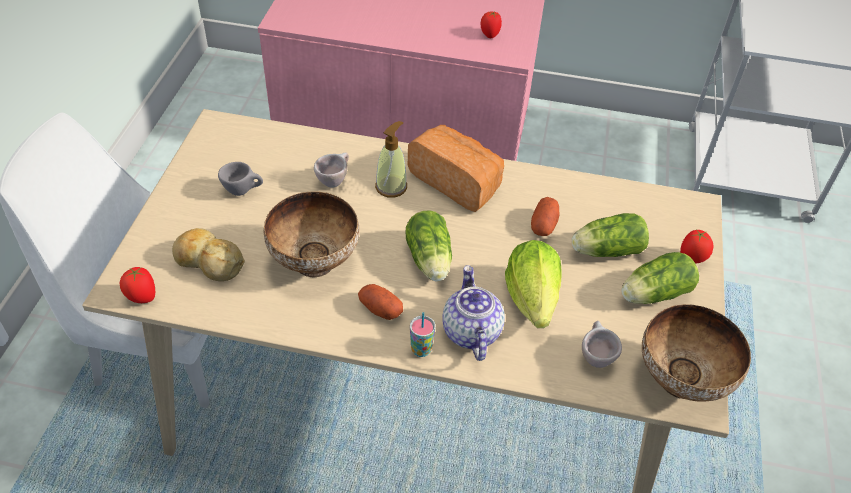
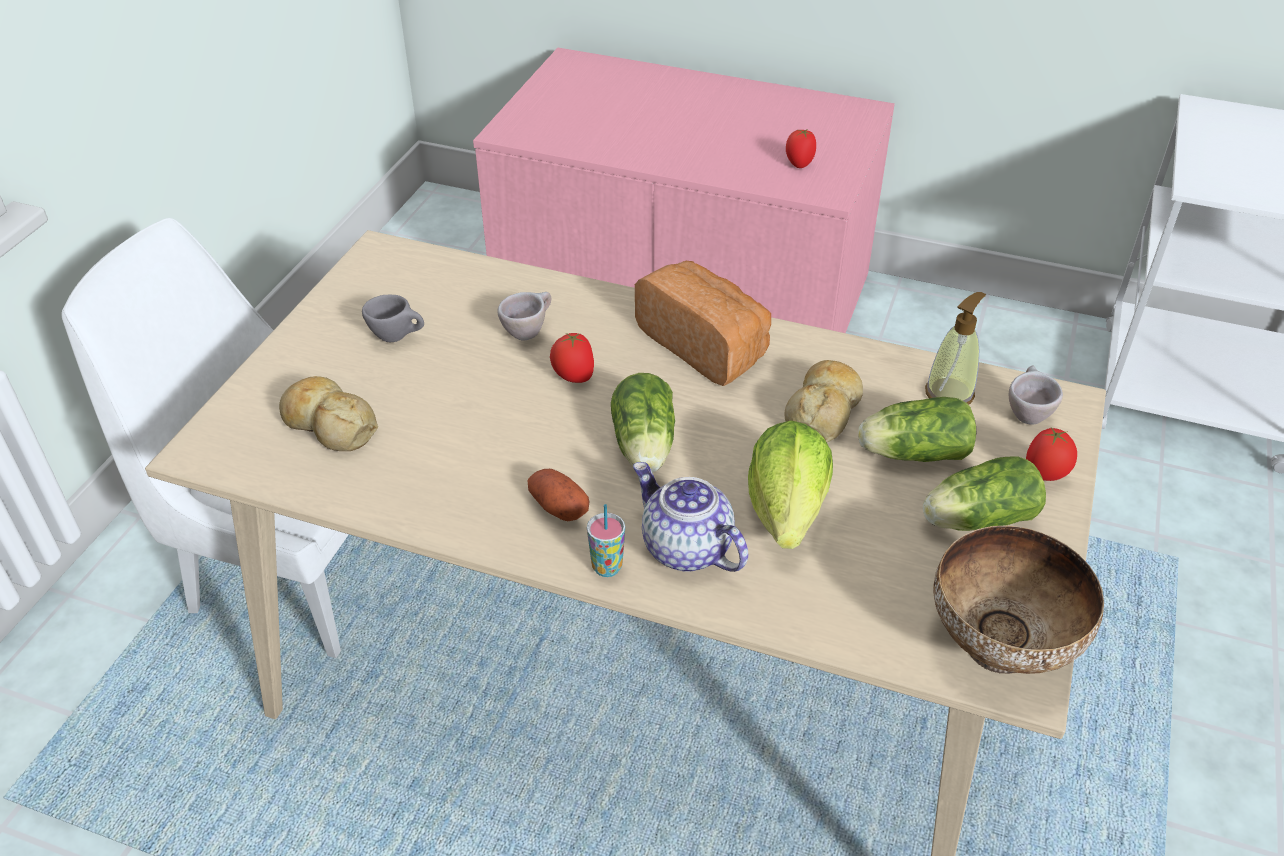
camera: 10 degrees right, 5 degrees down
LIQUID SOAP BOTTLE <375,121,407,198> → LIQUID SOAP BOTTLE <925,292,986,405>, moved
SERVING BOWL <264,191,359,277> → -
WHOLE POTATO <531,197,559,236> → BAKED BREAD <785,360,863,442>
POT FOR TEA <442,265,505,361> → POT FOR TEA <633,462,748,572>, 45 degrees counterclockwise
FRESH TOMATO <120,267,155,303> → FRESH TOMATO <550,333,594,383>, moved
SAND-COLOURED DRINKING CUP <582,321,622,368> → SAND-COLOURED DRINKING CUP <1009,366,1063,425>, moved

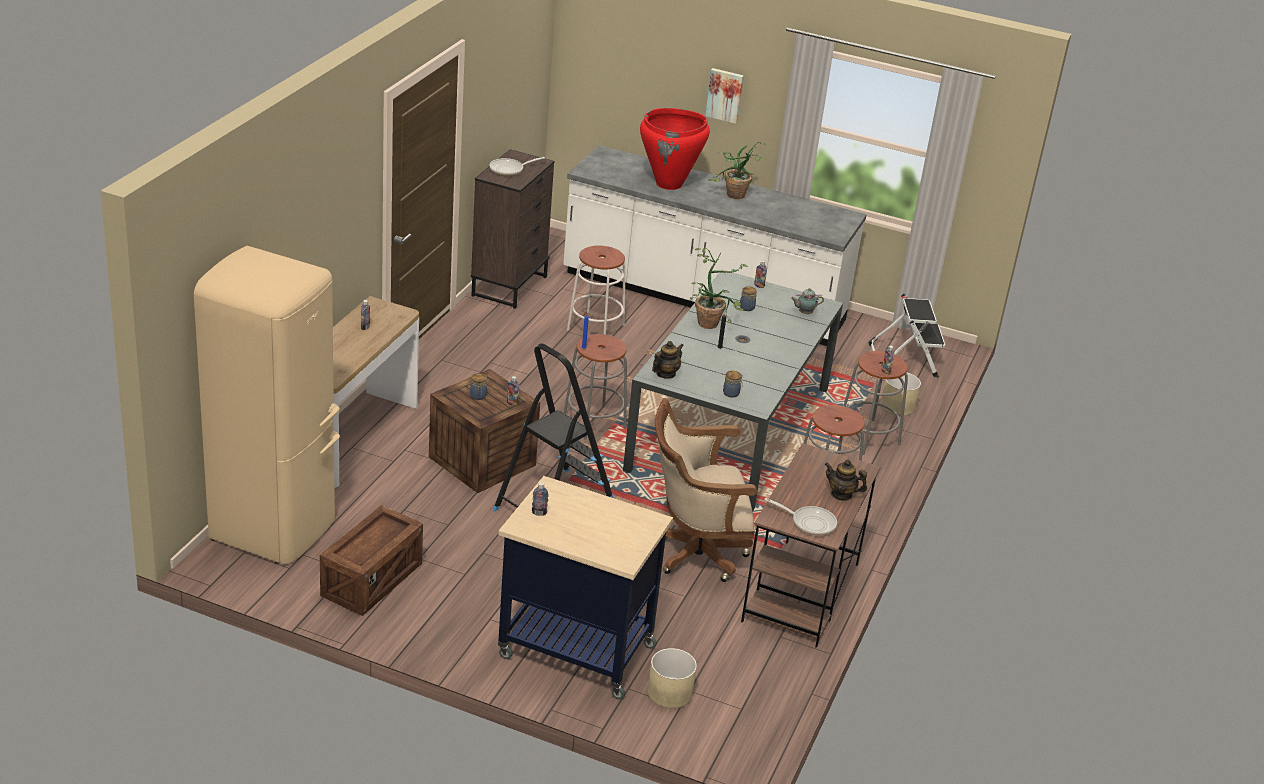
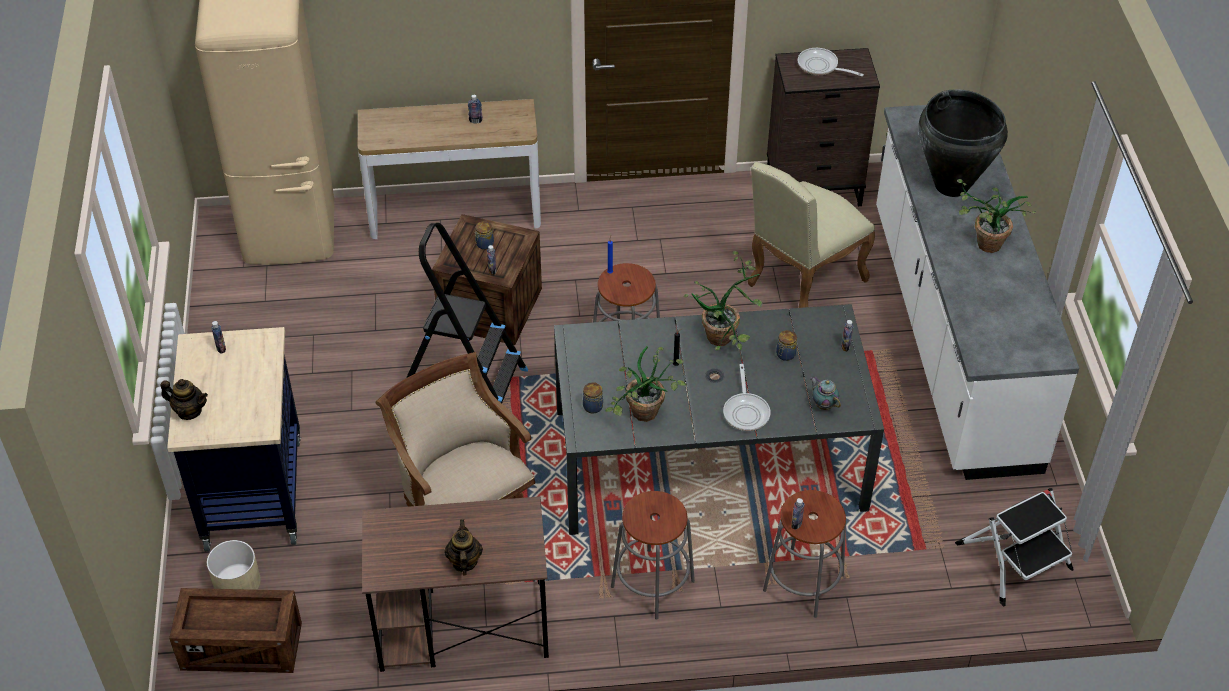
camera: 65 degrees right, 15 degrees up
WALL PICTURE <705,68,744,124> → -
REDDISH FLOWER VASE <640,108,710,190> → BLACKISH FLOWER VASE <919,89,1008,197>
WHITE SITTING STOOL <567,246,625,335> → SAND-COLOURED CHAIR <748,162,875,308>
POT FOR TEA <652,341,684,379> → POT FOR TEA <161,379,208,420>, moved
SAND-COLOURED FLOWER POT <881,372,921,416> → -
PAN <764,498,837,536> → PAN <723,364,770,431>, moved
CRATE <320,505,423,616> → CRATE <169,588,302,673>, moved
- → PLANT IN A POT <605,346,686,422>

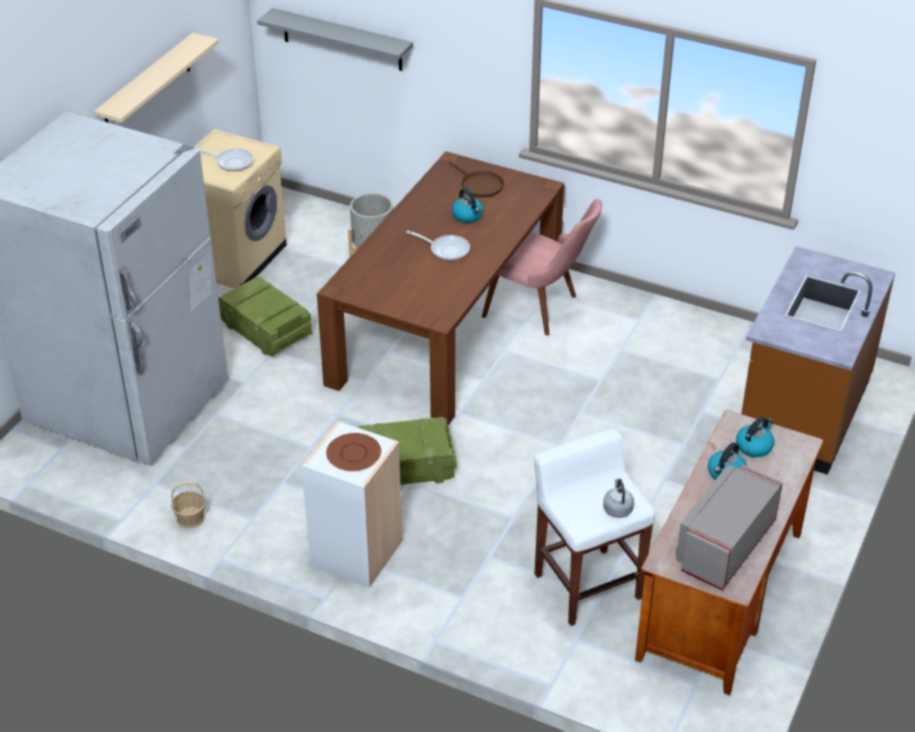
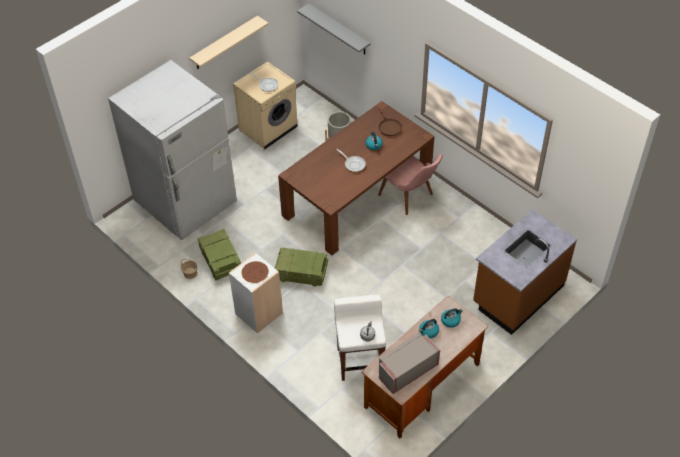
camera: 20 degrees right, 10 degrees up
CRATE <218,276,312,357> → CRATE <198,229,241,281>, moved

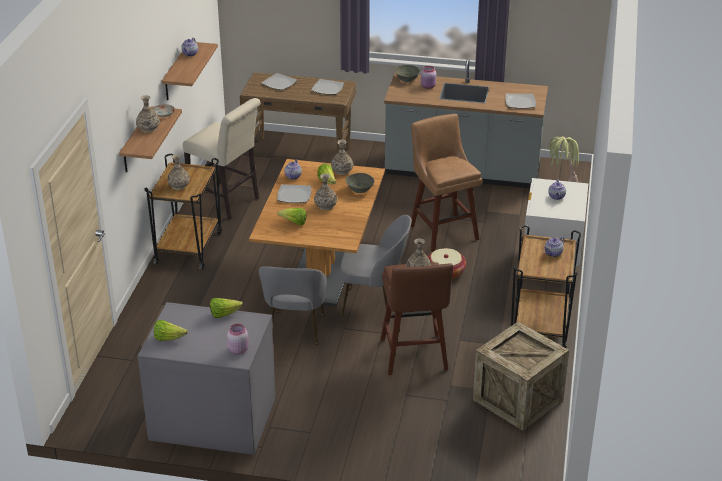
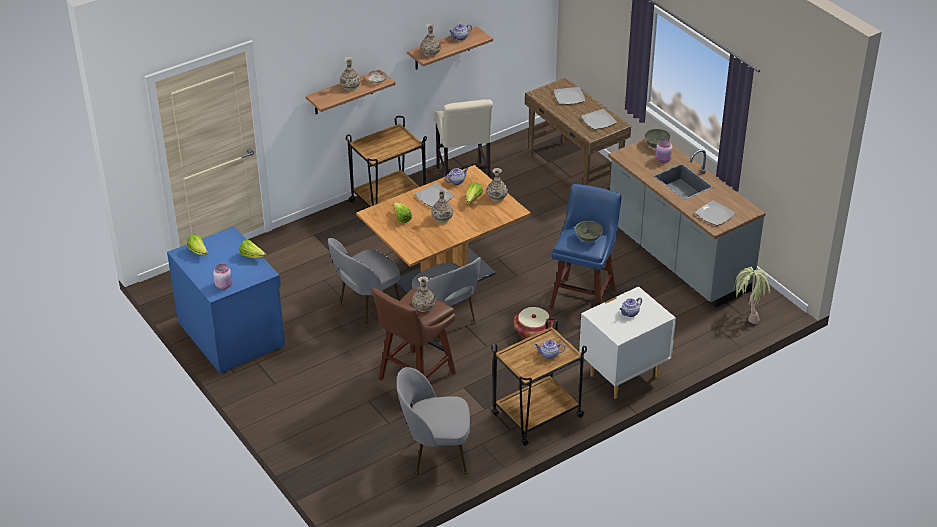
camera: 45 degrees right, 5 degrees up
BROWN SITTING STOOL <411,114,483,252> → BLUE SITTING STOOL <549,184,622,310>
FLOWER VASE <167,154,190,190> → FLOWER VASE <420,24,441,57>, moved
GRAY SERVING BOWL <346,173,374,193> → GRAY SERVING BOWL <575,221,603,242>, moved
GRAY WASHING MACHINE <138,302,276,455> → BLUE WASHING MACHINE <167,227,285,374>
CRATE <473,322,569,431> → GRAY CHAIR <397,367,470,475>

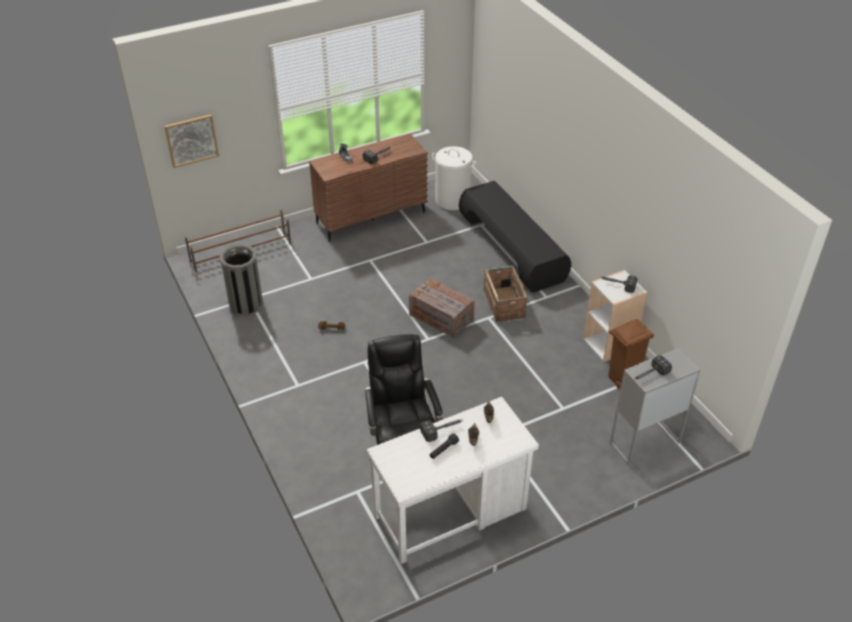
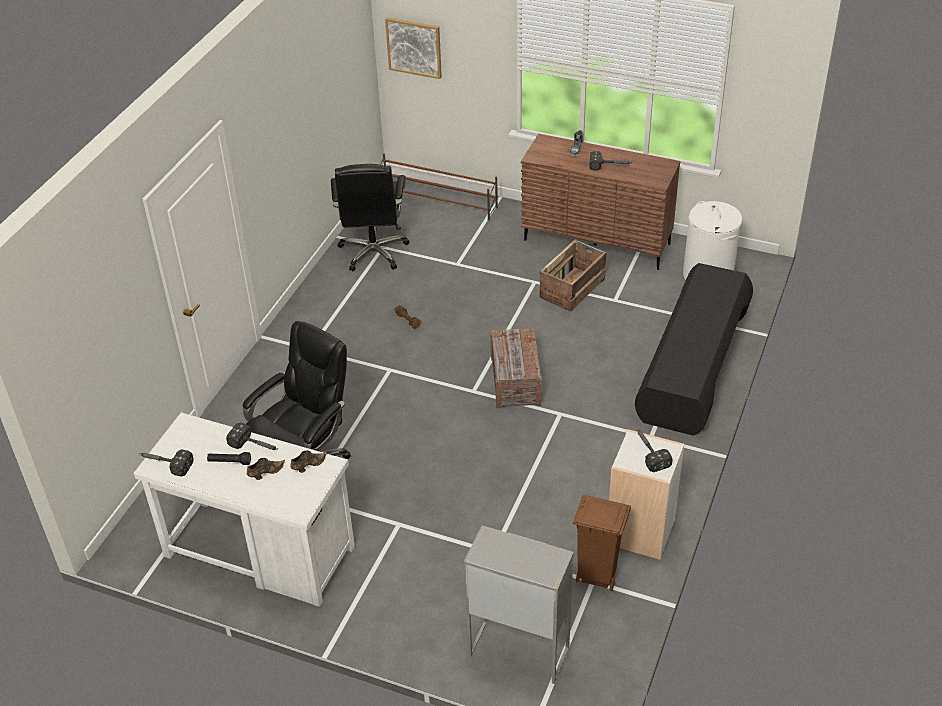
camera: 50 degrees right, 0 degrees up
GRAY WASTE BIN <220,244,263,316> → BLACKISH DESK CHAIR <331,164,409,271>
CRATE <484,266,527,322> → CRATE <539,240,606,311>, moved
TOOL HAMMER <634,355,672,380> → TOOL HAMMER <139,449,194,477>, moved

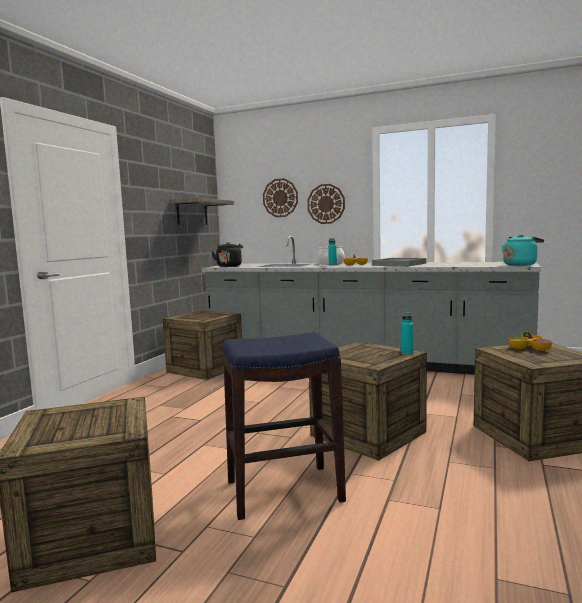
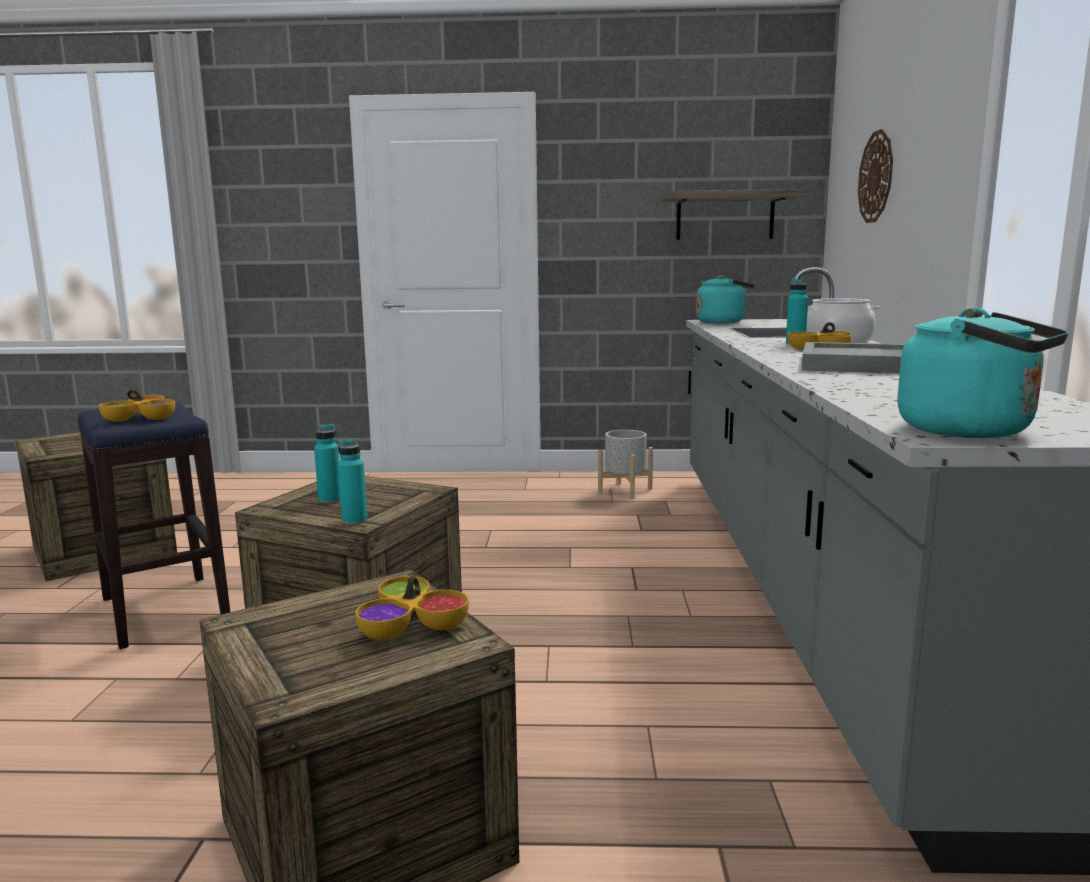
camera: 70 degrees right, 5 degrees up
CLOCK ON THE WALL <307,184,345,224> → -
BLACKISH TEA KETTLE <211,242,243,267> → BLUE-GREEN TEA KETTLE <696,275,755,324>
CRATE <163,310,242,380> → GRAY FLOWER POT <598,430,653,499>
- → SERVING BOWL <99,389,176,422>
- → BLUE-GREEN BEVERAGE BOTTLE <314,424,340,503>

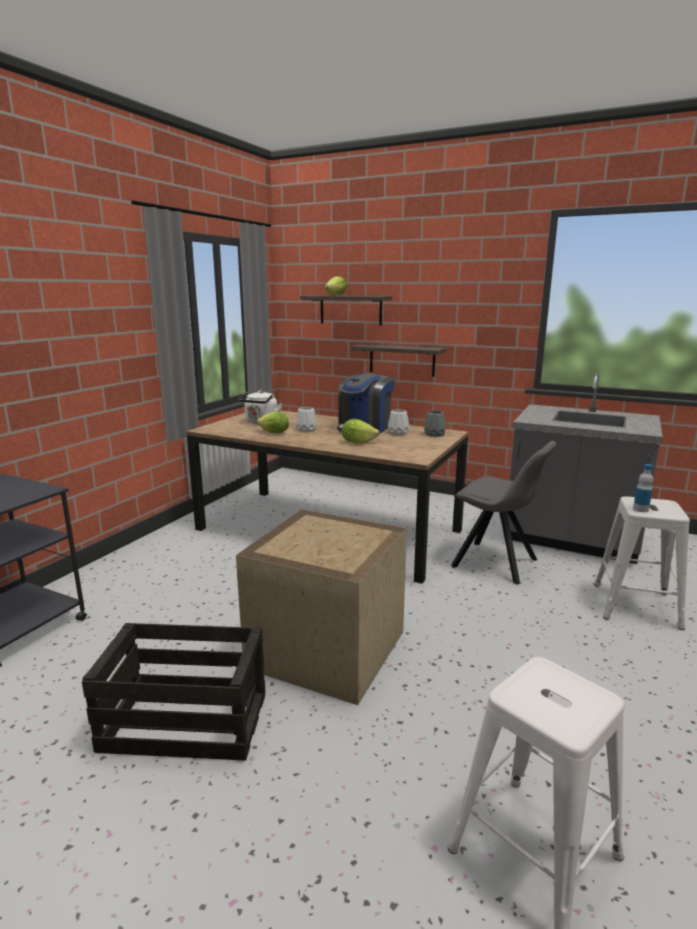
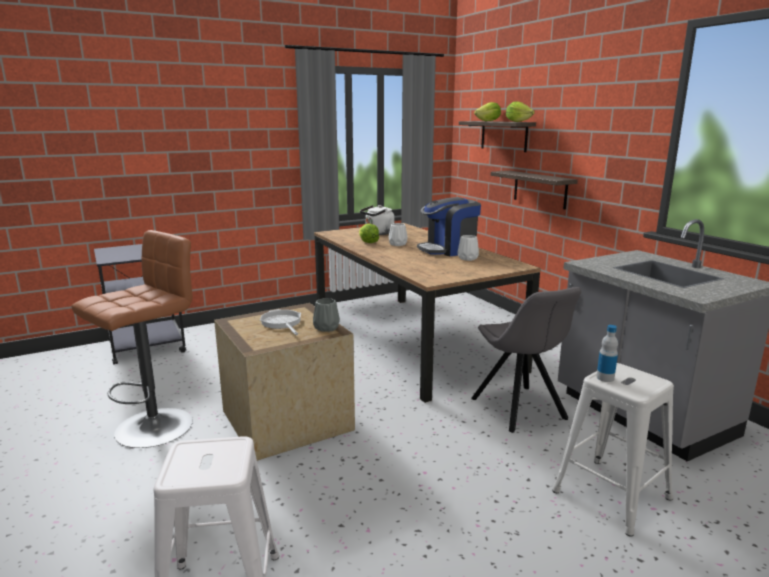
camera: 35 degrees right, 0 degrees up
GRAY FLOWER VASE <424,411,446,437> → GRAY FLOWER VASE <313,298,340,332>, moved
HEAD OF LETTUCE <342,419,380,444> → HEAD OF LETTUCE <506,101,535,122>, moved
CRATE <82,623,266,761> → BROWN SITTING STOOL <71,230,193,448>
- → PAN <260,309,301,335>

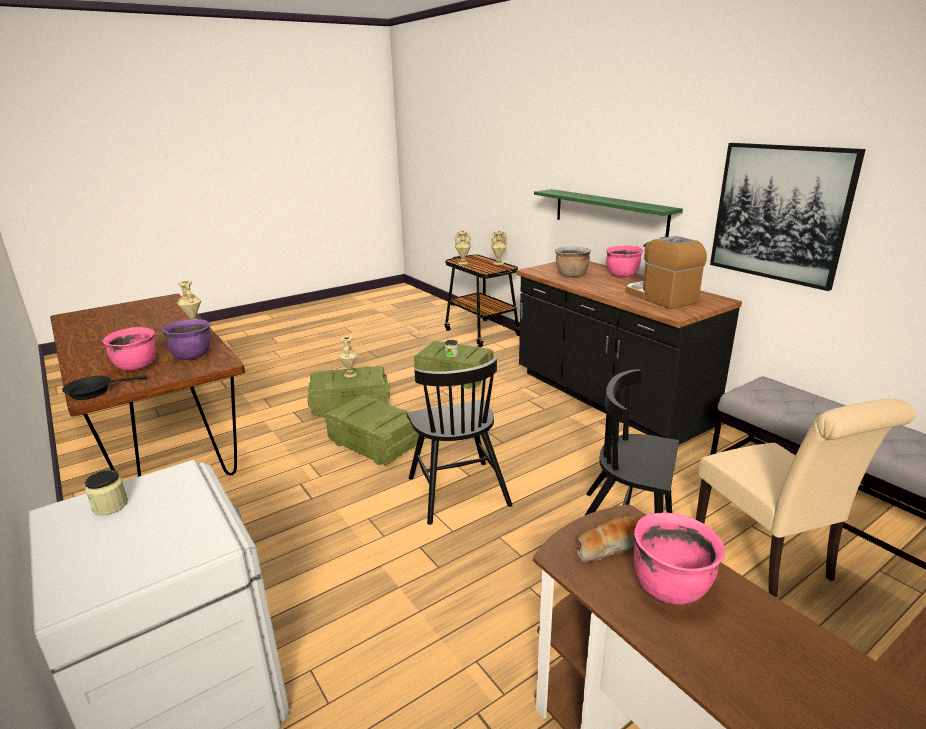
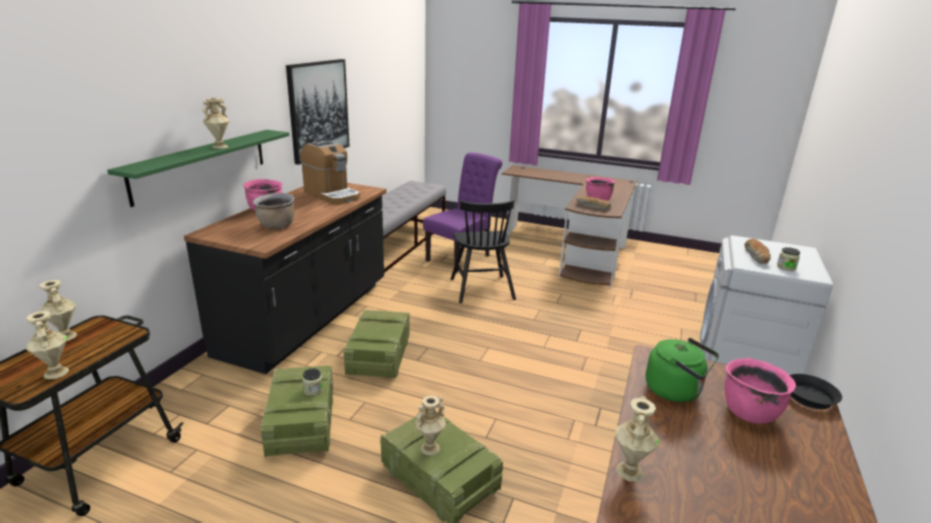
camera: 125 degrees left, 0 degrees up
COFFEE MAKER <626,236,707,309> → COFFEE MAKER <300,140,360,204>, 75 degrees counterclockwise
PURPLE-COLOURED COOKING POT <162,319,211,360> → GREEN TEA KETTLE <646,338,719,402>
BLACKISH CHAIR <406,357,513,525> → -
CRATE <325,395,419,465> → CRATE <344,310,410,378>, moved
SAND-COLOURED CHAIR <696,399,916,597> → PURPLE-COLOURED CHAIR <423,153,502,273>
- → SAND-COLOURED FLOWER VASE <202,98,229,149>
- → BAKED BREAD <745,239,771,264>

